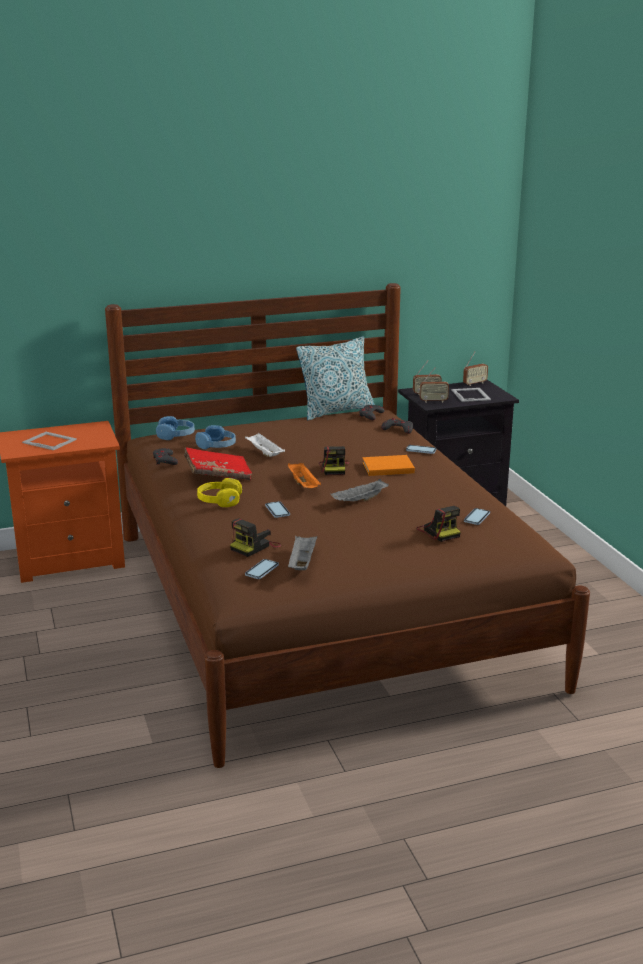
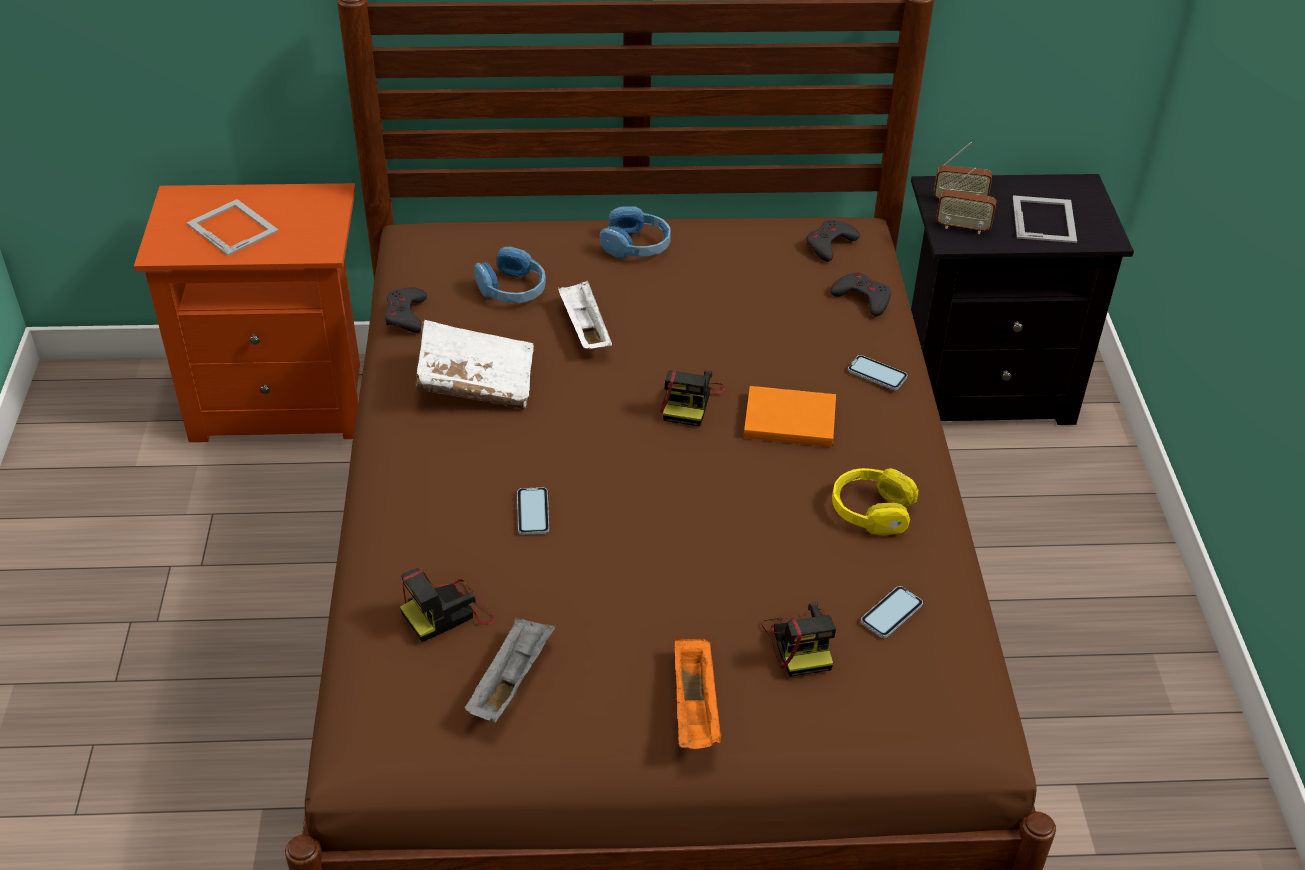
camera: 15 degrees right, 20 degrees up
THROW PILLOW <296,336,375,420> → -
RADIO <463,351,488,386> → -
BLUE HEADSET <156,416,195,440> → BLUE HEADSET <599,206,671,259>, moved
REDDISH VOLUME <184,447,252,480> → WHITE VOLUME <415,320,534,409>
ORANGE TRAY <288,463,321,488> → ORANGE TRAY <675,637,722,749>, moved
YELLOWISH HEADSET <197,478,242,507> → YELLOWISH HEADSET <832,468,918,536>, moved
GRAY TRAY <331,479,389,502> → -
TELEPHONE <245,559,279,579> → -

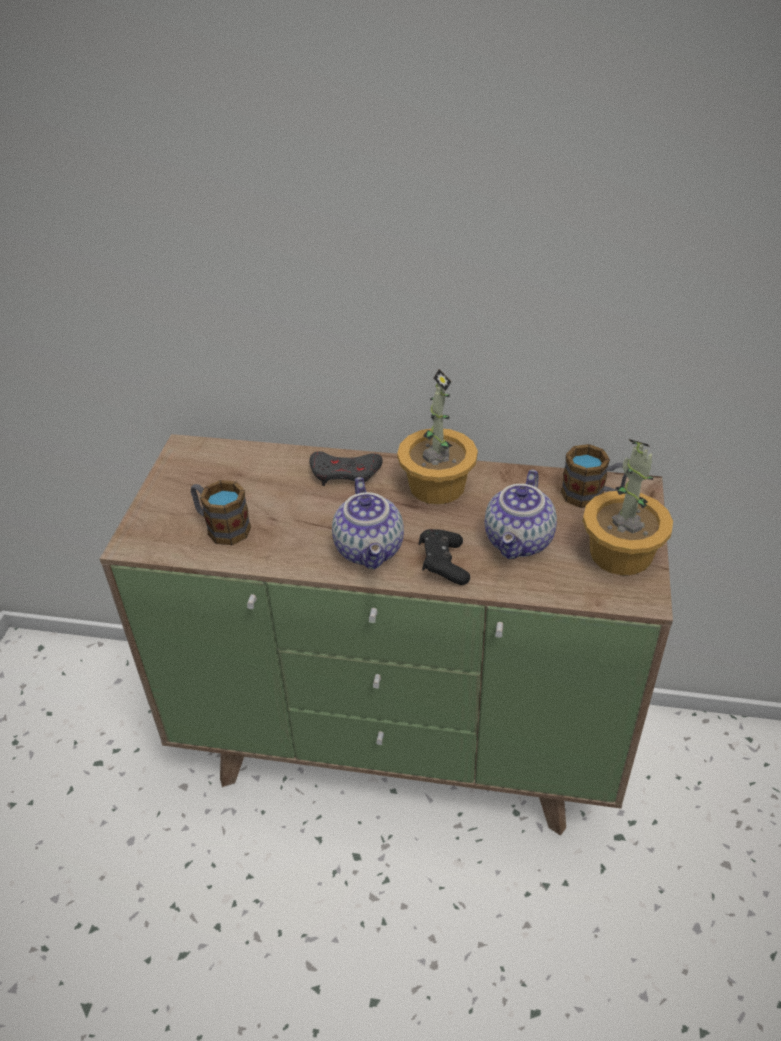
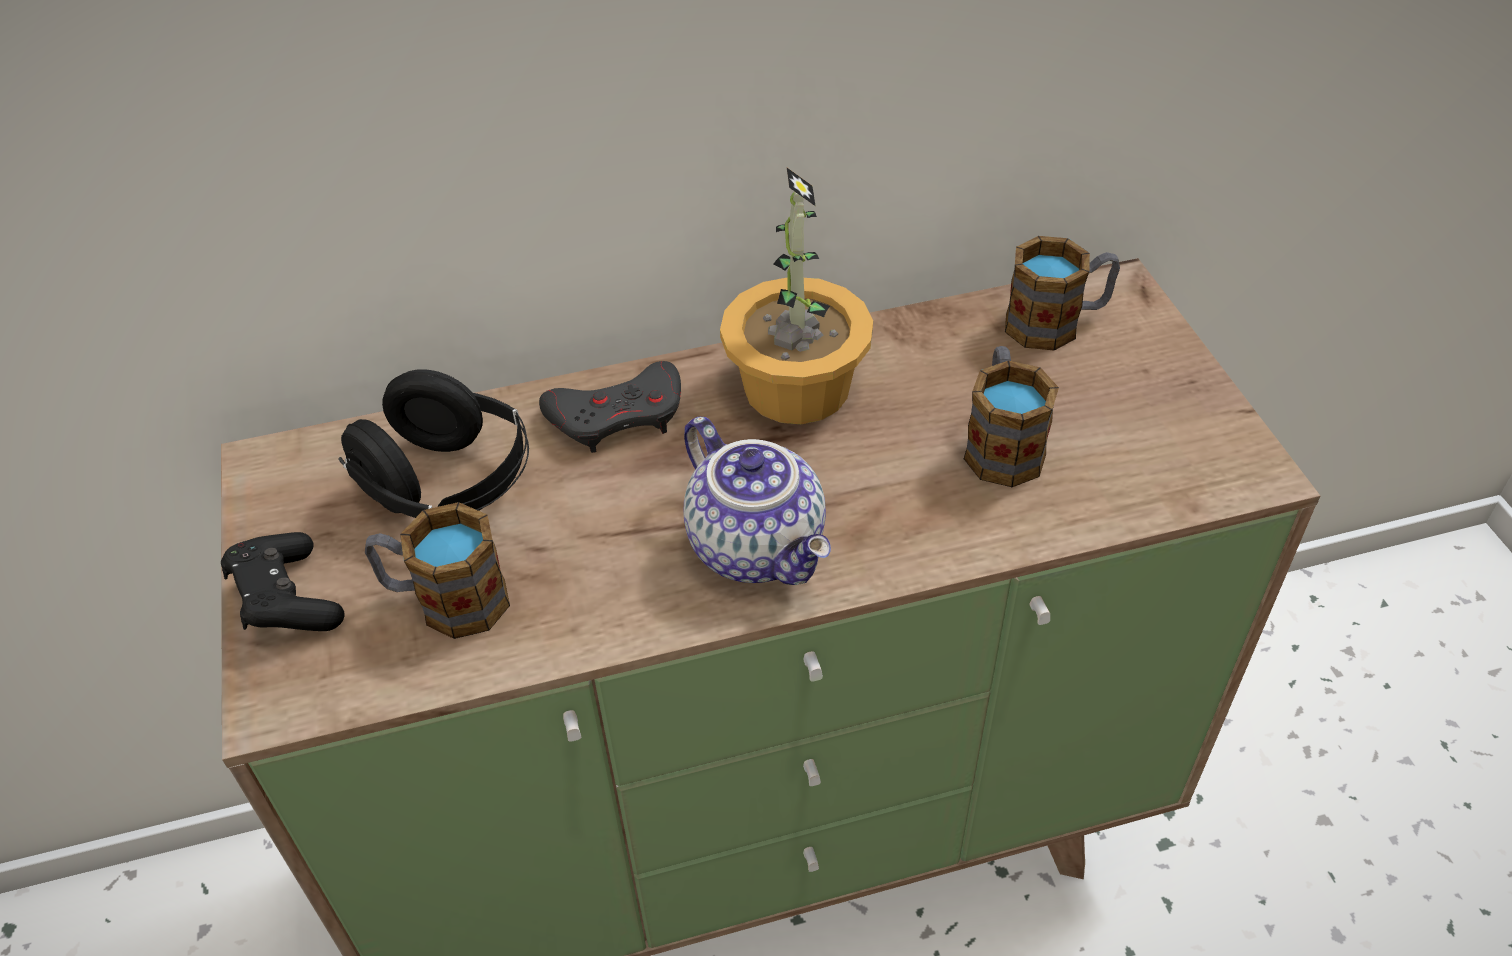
camera: 25 degrees left, 5 degrees up
PLANT IN A POT <583,439,673,576> → -
POT FOR TEA <485,469,557,559> → MUG <964,346,1059,487>
BLACKISH JOYPAD <419,529,470,585> → BLACKISH JOYPAD <221,532,345,631>, moved
- → BLACKISH HEADSET <338,369,529,518>

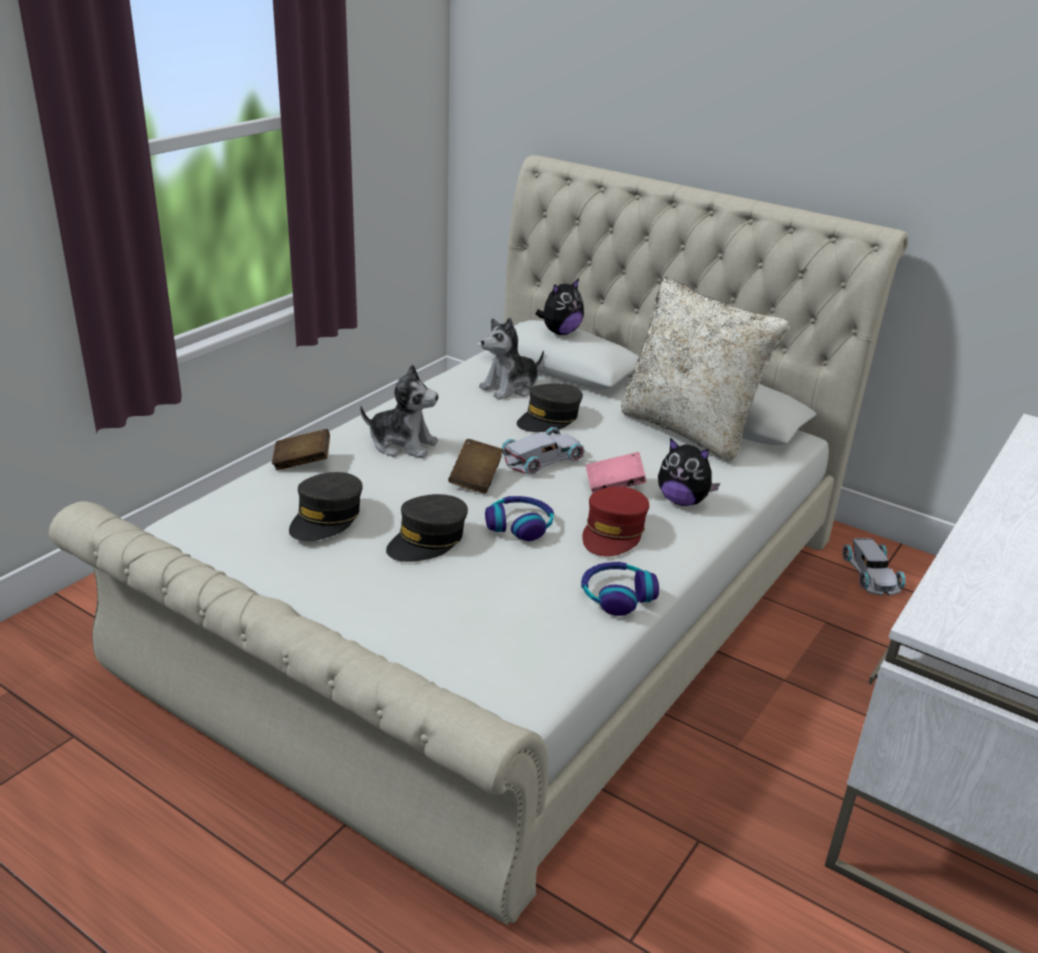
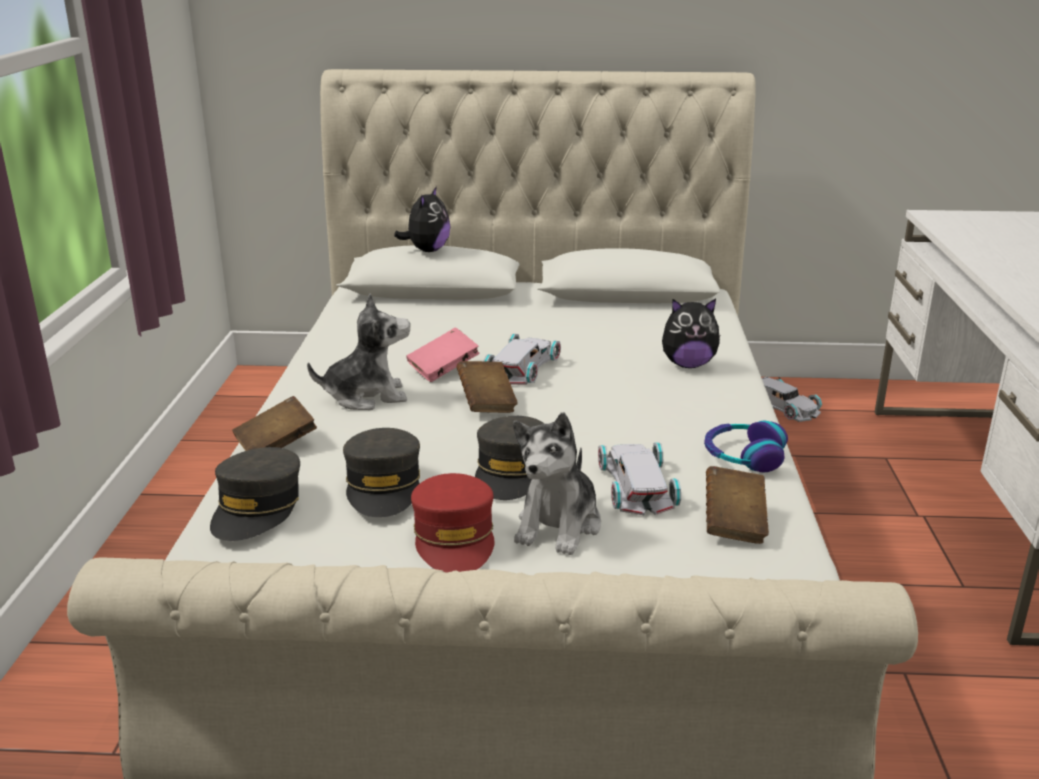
camera: 30 degrees left, 5 degrees down
SAND-COLOURED THROW PILLOW <621,277,790,462> → -
SOFT TOY <479,318,544,400> → SOFT TOY <513,412,601,555>, moved
GRAY PEAKED CAP <517,383,583,432> → GRAY PEAKED CAP <210,447,300,541>, moved
PINK-COLOURED VOLUME <586,452,647,494> → PINK-COLOURED VOLUME <406,328,480,382>, moved
REDDISH PEAKED CAP <582,486,649,557> → REDDISH PEAKED CAP <411,473,495,572>, moved
HEADSET <485,496,554,541> → -
- → WHITE MINIATURE CAR <598,442,681,515>
- → BROWN VOLUME <706,466,769,544>

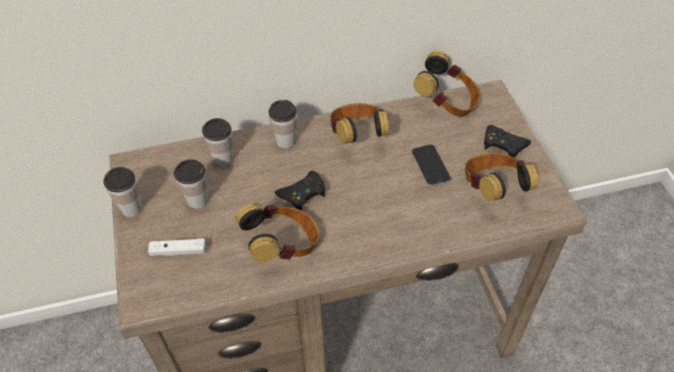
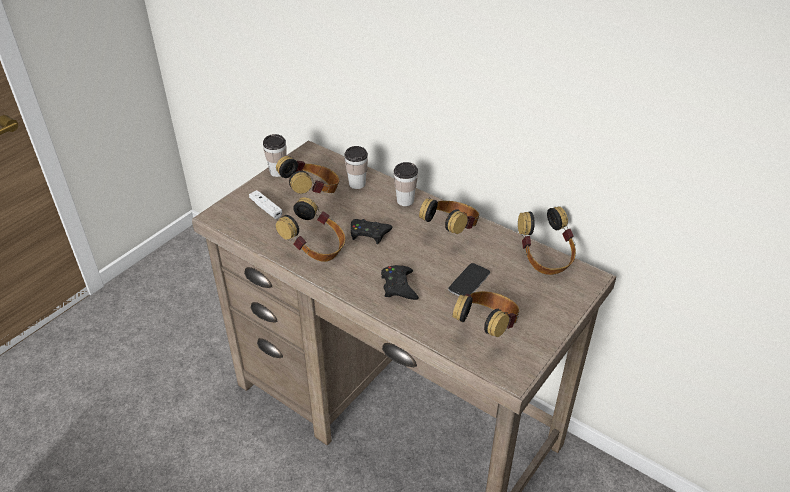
camera: 50 degrees right, 10 degrees down
BLACKISH JOYPAD <484,125,531,158> → BLACKISH JOYPAD <381,265,419,300>, moved
DRINKING CUP <174,159,208,209> → HEADSET <276,156,340,194>

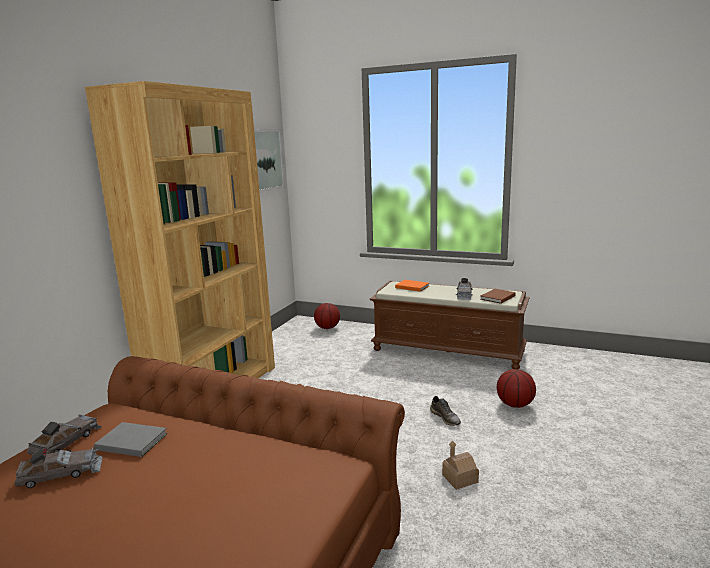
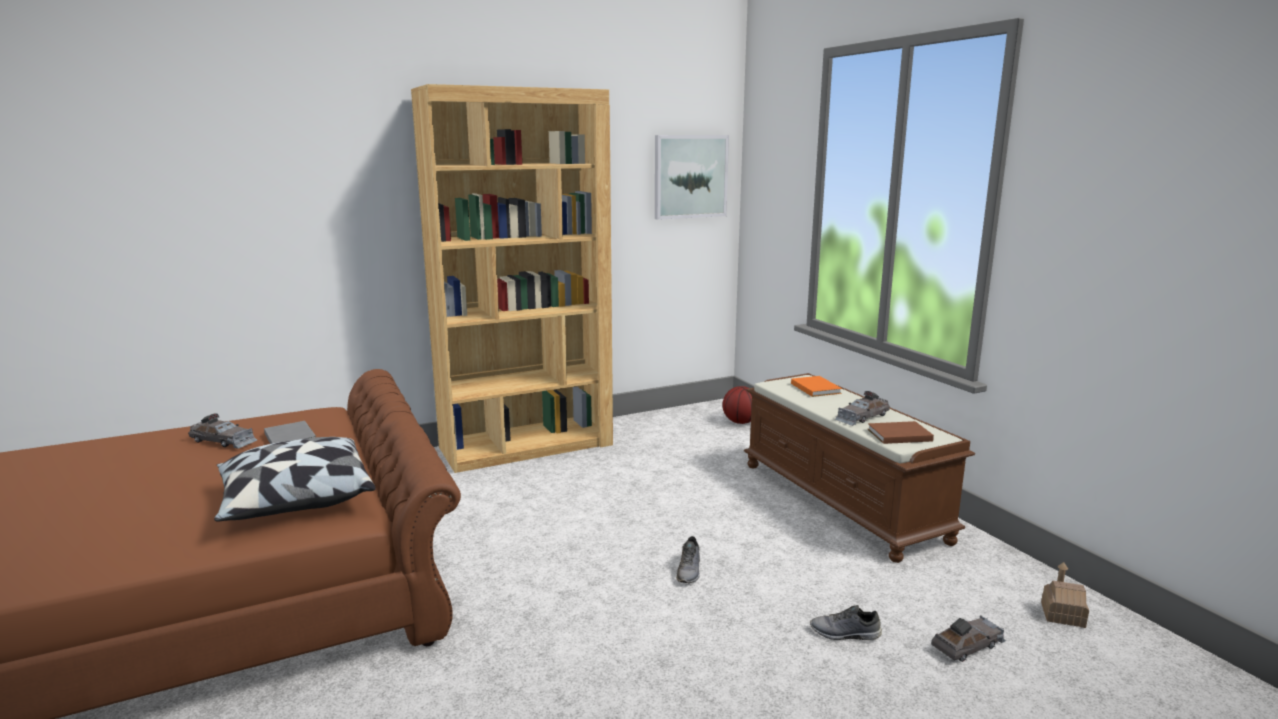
camera: 40 degrees right, 0 degrees up
BASKETBALL BALL <497,369,536,408> → -
GRAY MINIATURE CAR <27,414,102,455> → GRAY MINIATURE CAR <931,615,1006,662>, moved
TOY HOUSE <442,441,479,490> → TOY HOUSE <1041,562,1089,628>, moved
- → THROW PILLOW <214,437,376,521>
- → GRAY ITEM OF FOOTWEAR <810,605,882,640>

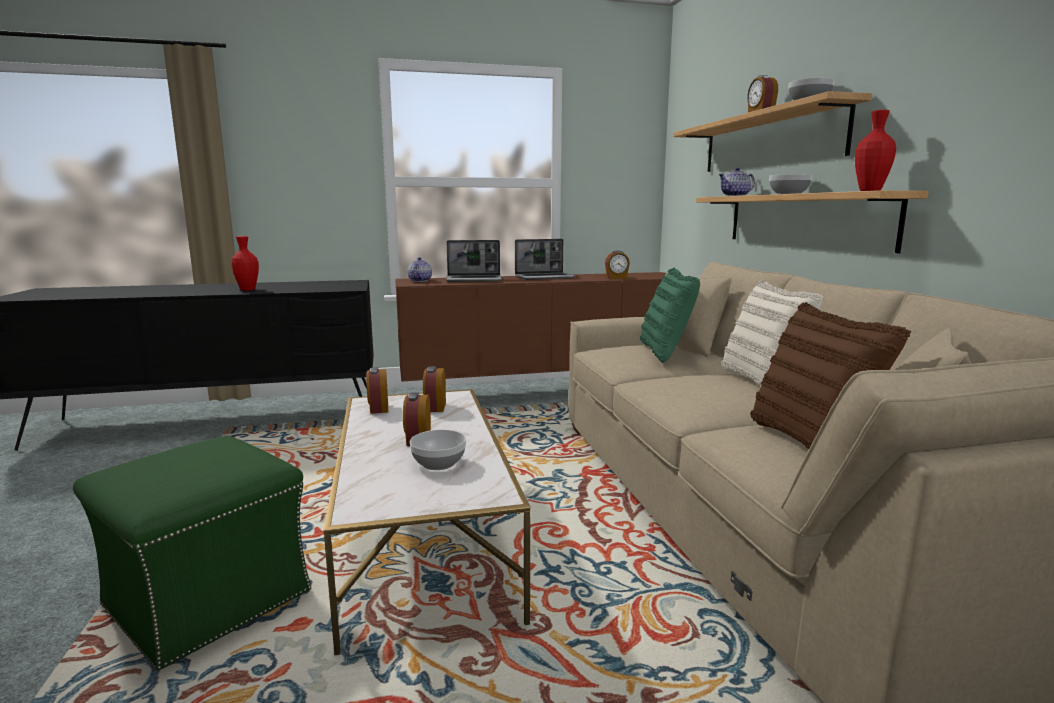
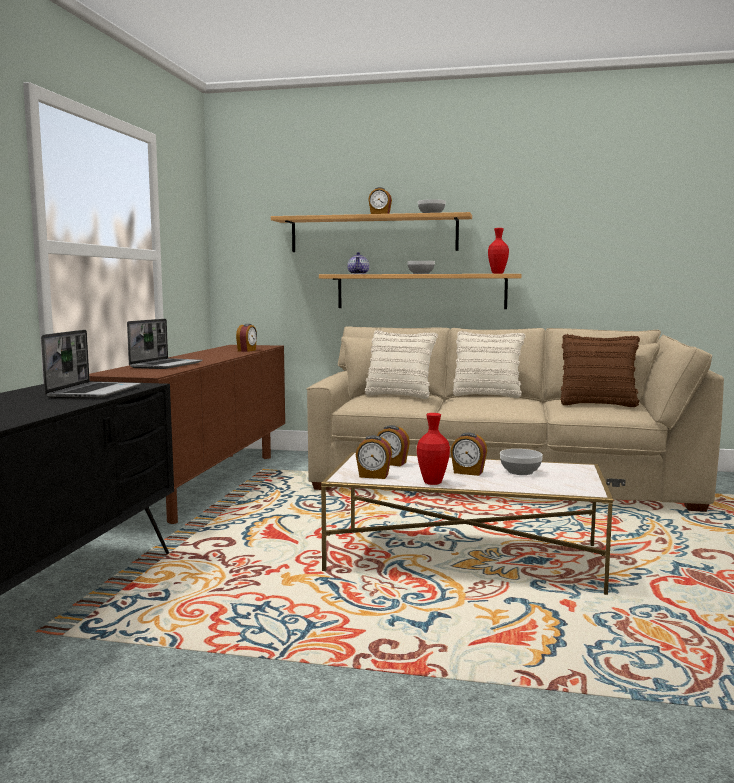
camera: 65 degrees left, 5 degrees down
REDDISH FLOWER VASE <231,236,259,291> → REDDISH FLOWER VASE <417,413,450,485>, moved
LAPTOP <515,239,576,280> → LAPTOP <41,330,141,399>, moved
POT FOR TEA <408,257,432,282> → -
GREEN THROW PILLOW <640,268,700,363> → SAND-COLOURED THROW PILLOW <365,330,438,399>
GREEN FOOTREST <73,436,311,671> → -

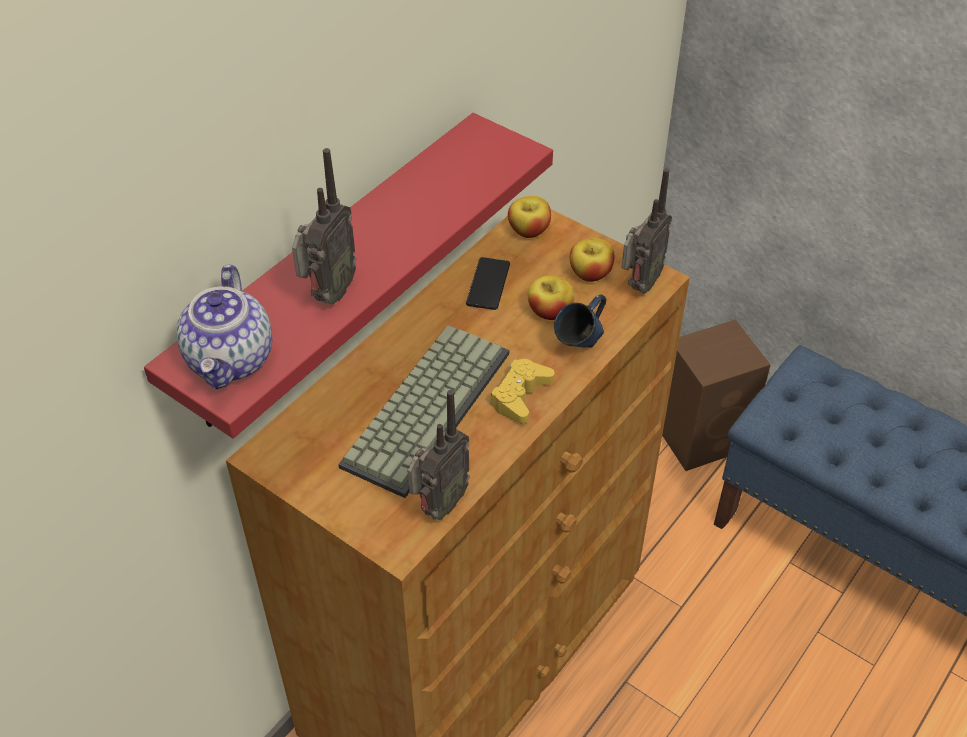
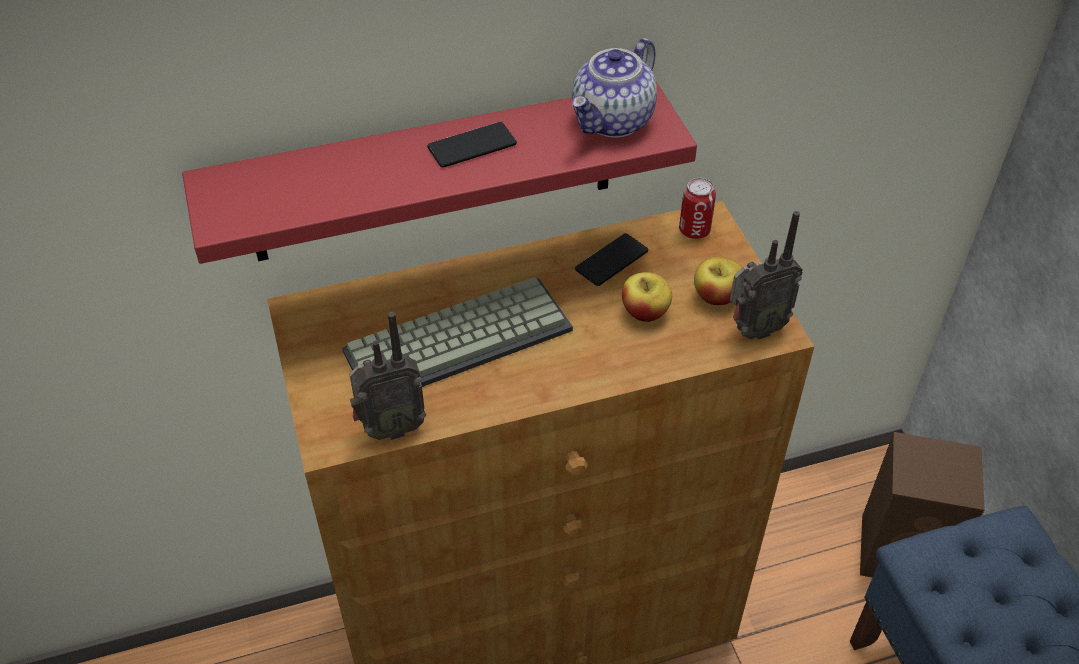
camera: 35 degrees right, 0 degrees up
RADIO <292,148,356,304> → -
WHOLE APPLE <508,196,551,238> → METAL CAN <679,178,716,239>
POT FOR TEA <176,265,272,389> → POT FOR TEA <572,38,657,138>, moved
BLUE MUG <554,294,606,348> → -
YELLOWISH JOYPAD <490,359,555,424> → -
- → TELEPHONE <427,122,517,168>

